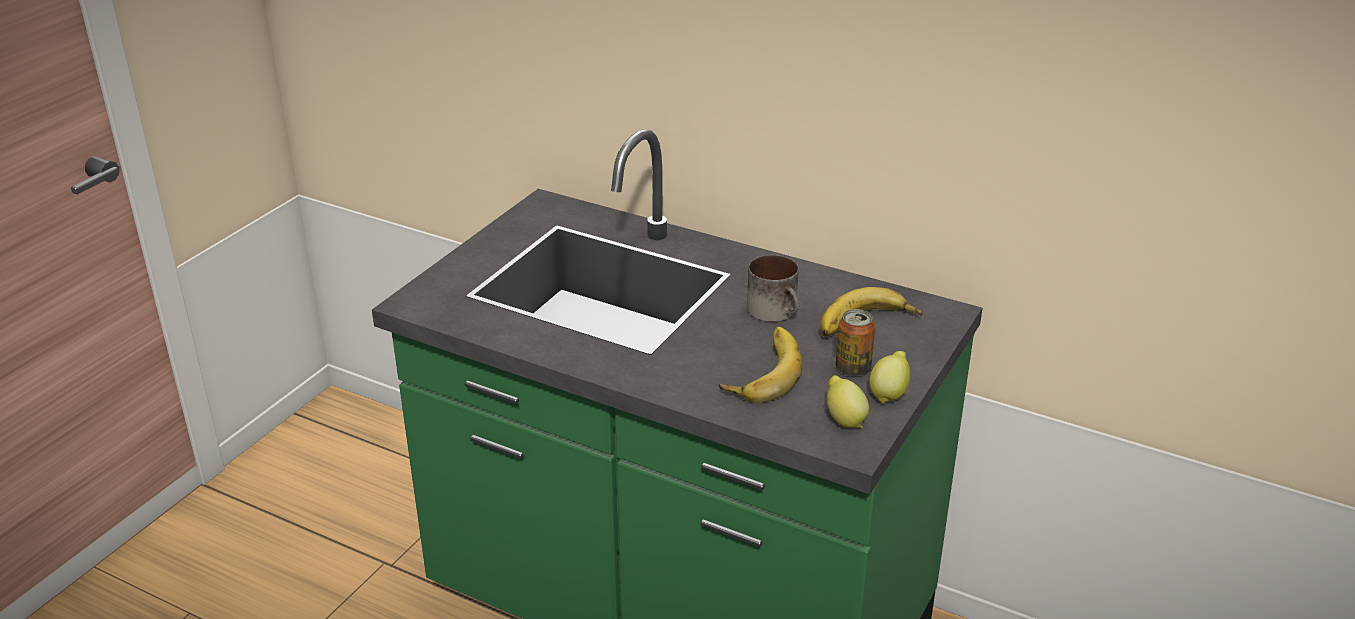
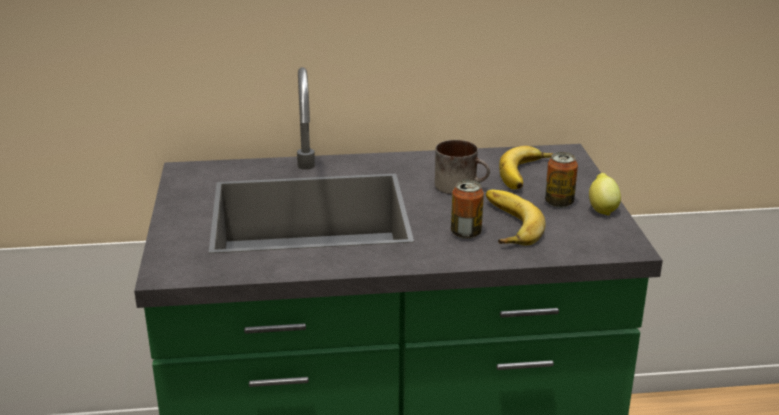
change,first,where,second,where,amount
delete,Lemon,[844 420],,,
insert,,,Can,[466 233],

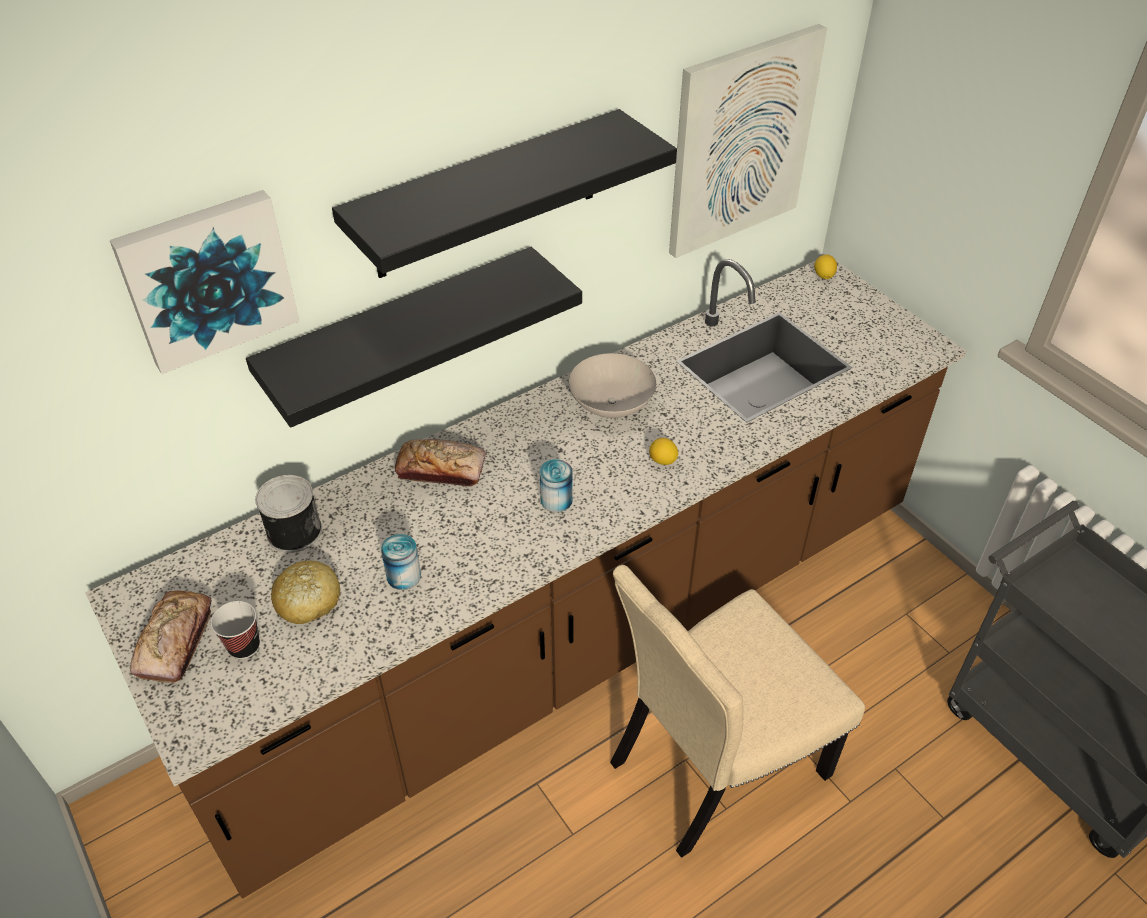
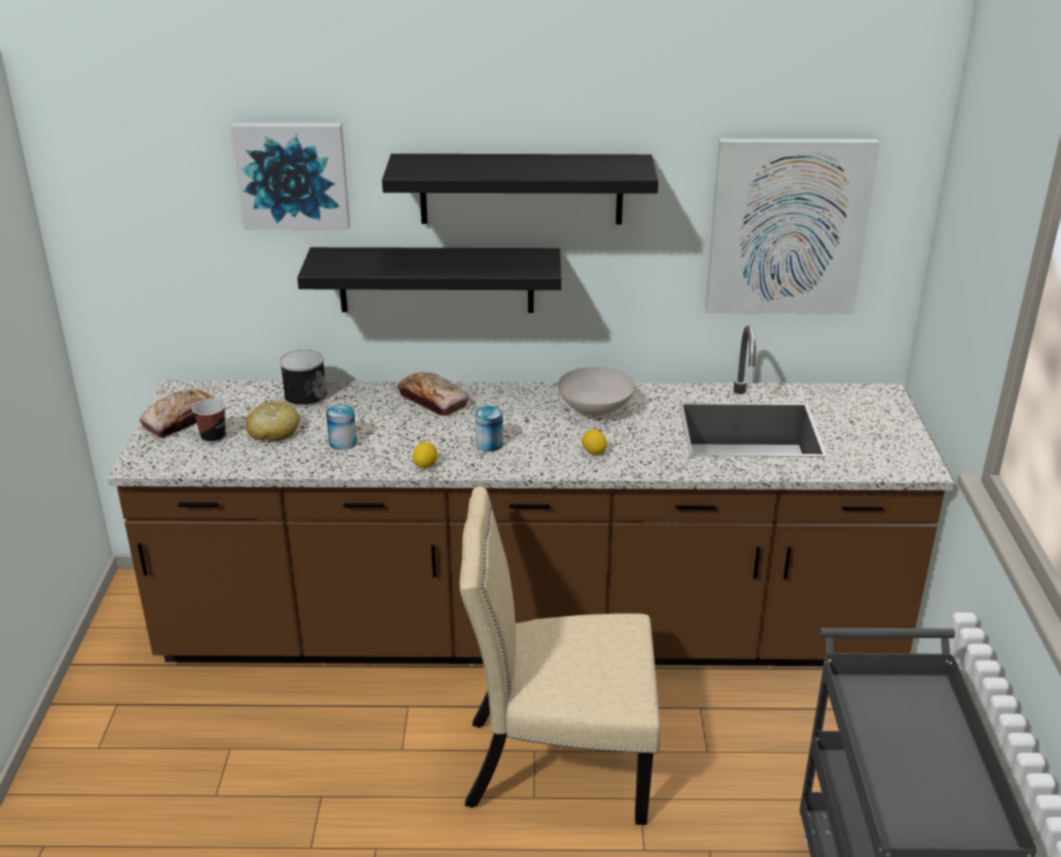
change,first,where,second,where,amount
move,Lemon,[823 276],,[425 465],

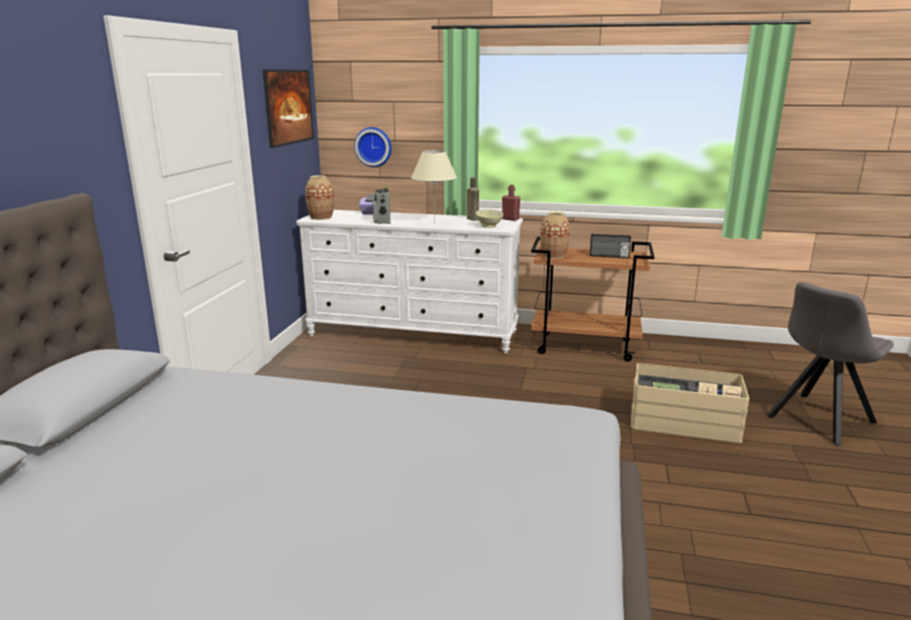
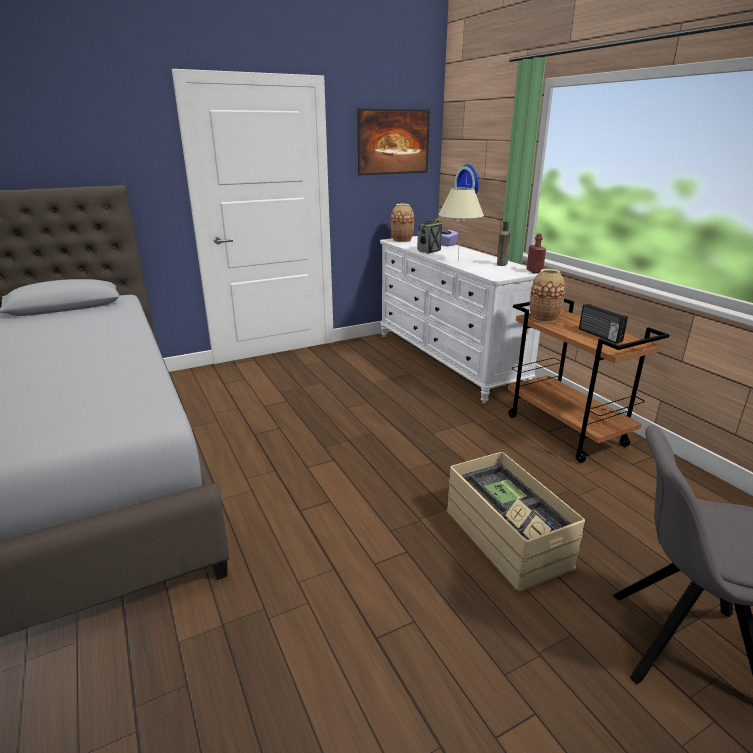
change,first,where,second,where,amount
delete,BeigeBowl,[488 226],,,

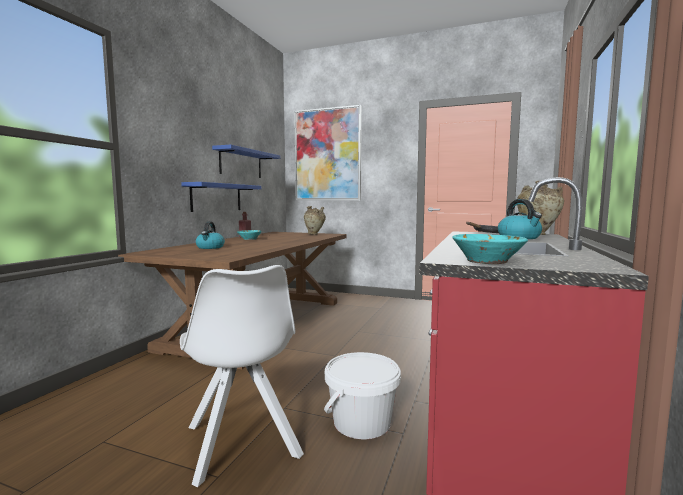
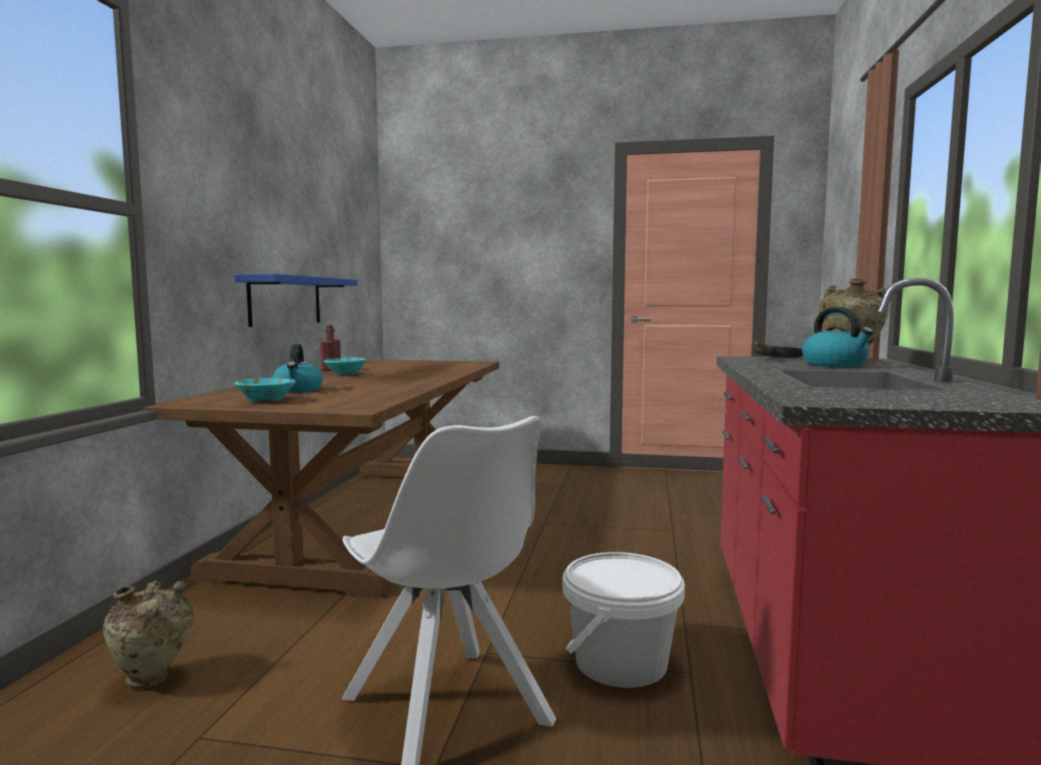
change,first,where,second,where,amount
delete,Picture,[327 155],,,
delete,BlueShelf,[241 163],,,
move,BeigeVase,[314 234],,[153 680],
move,TurquoiseBowl,[488 261],,[267 401],

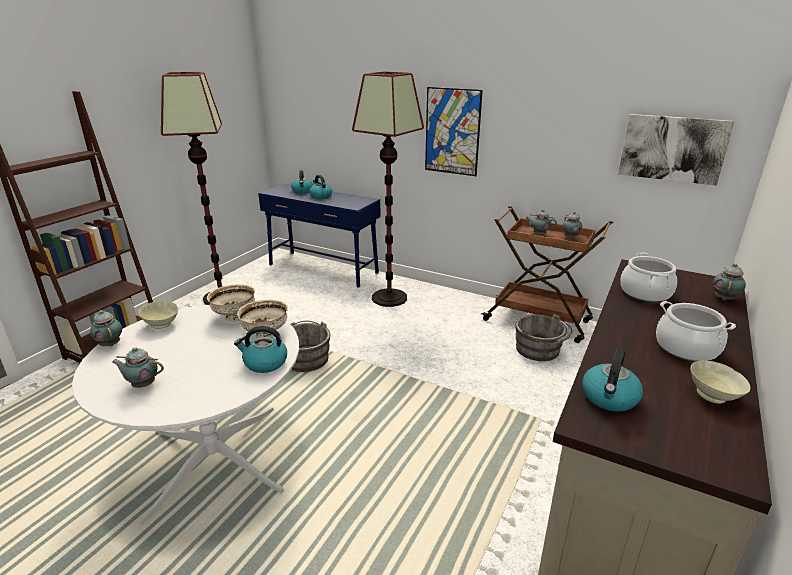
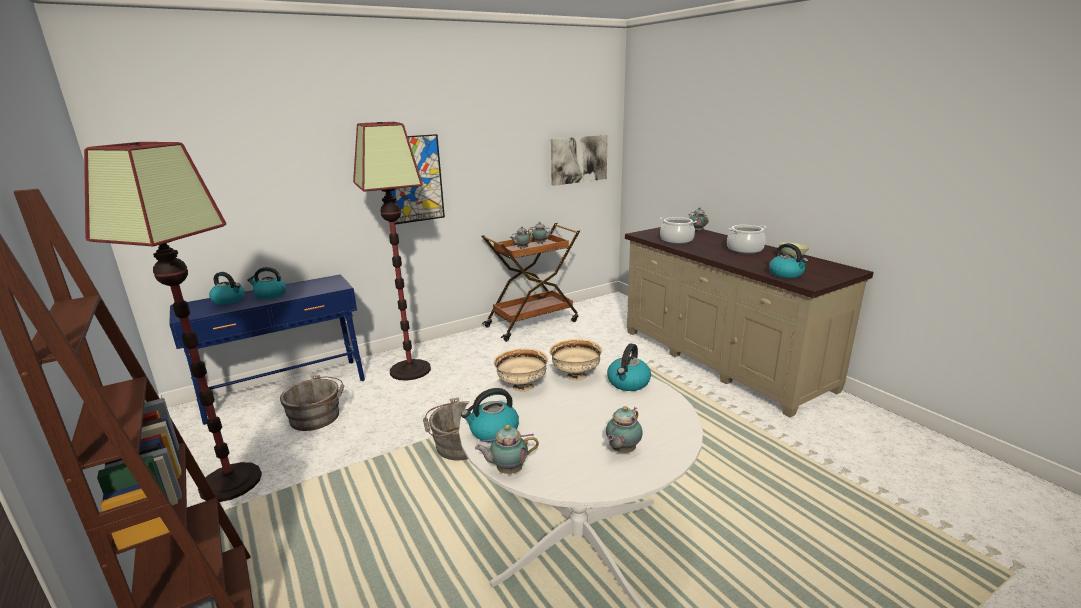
change,first,where,second,where,amount
replace,BeigeBowl,[161 325],Kettle,[493 431],
move,GreyBucket,[539 350],,[318 417],

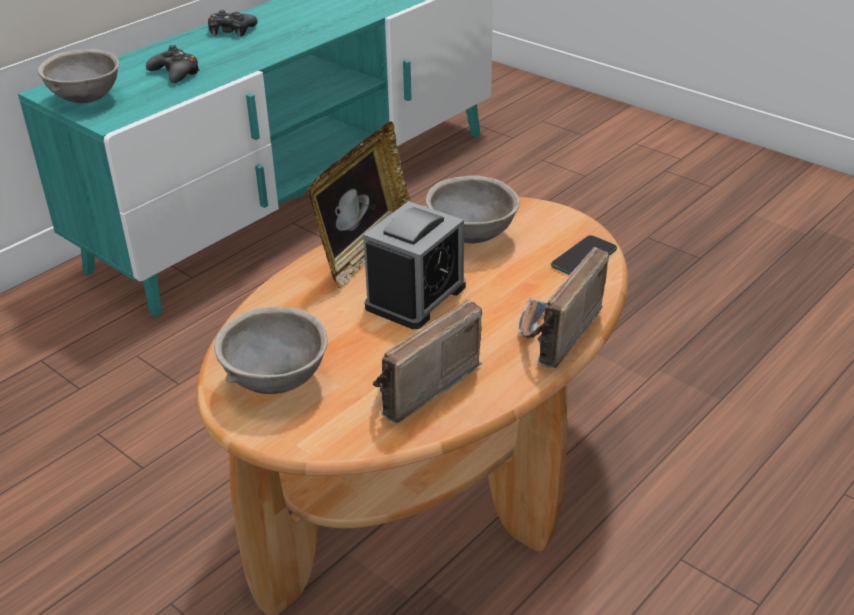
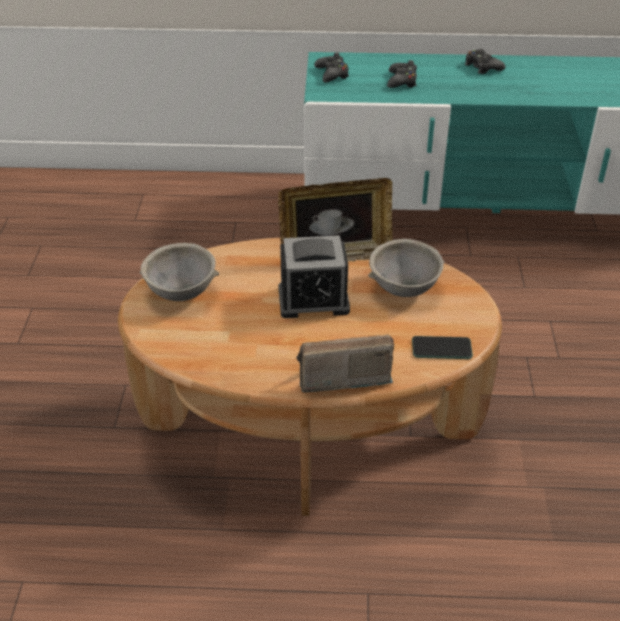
change,first,where,second,where,amount
replace,GreyBowl,[87 100],BlackGameController,[332 74],
delete,Radio,[416 386],,,

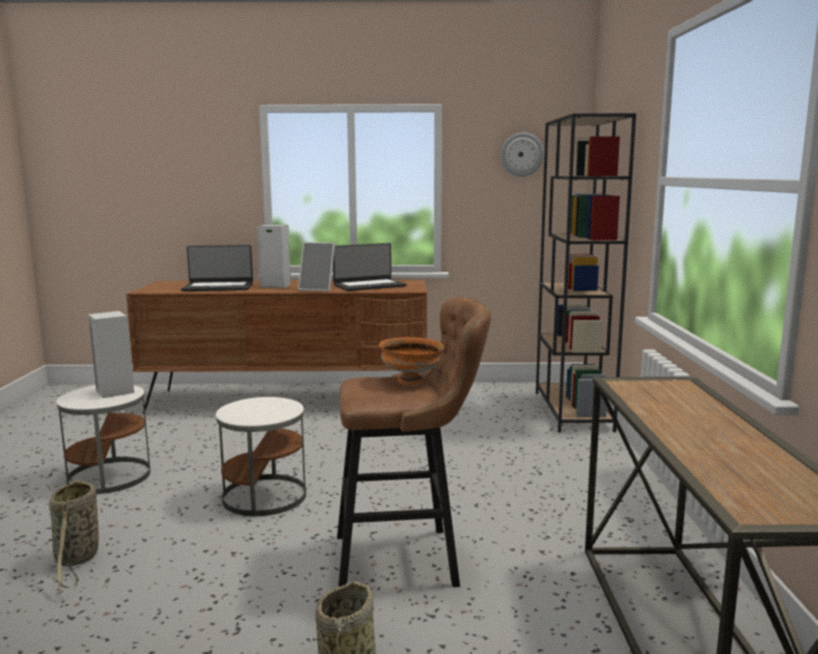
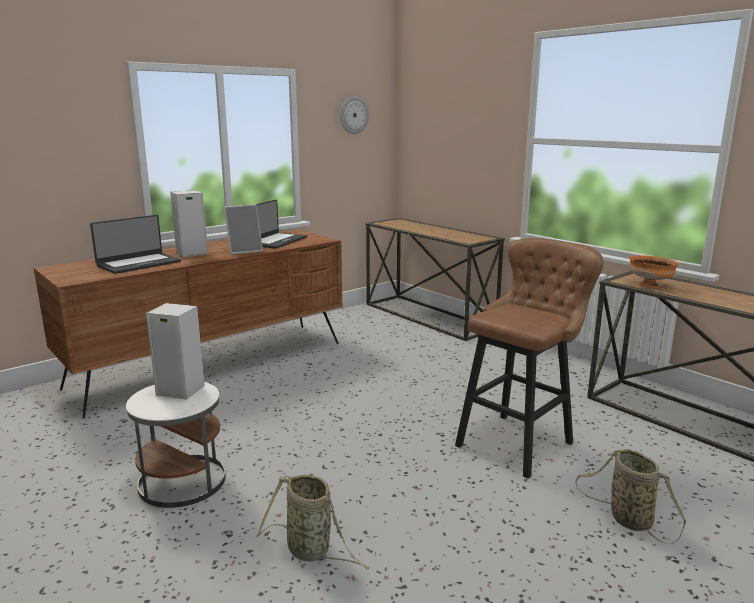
change,first,where,second,where,amount
replace,Bookcase,[573 411],ConsoleTable,[429 316],
move,OrangeBowl,[411 380],,[649 285],
delete,WhiteSideTable,[265 496],,,

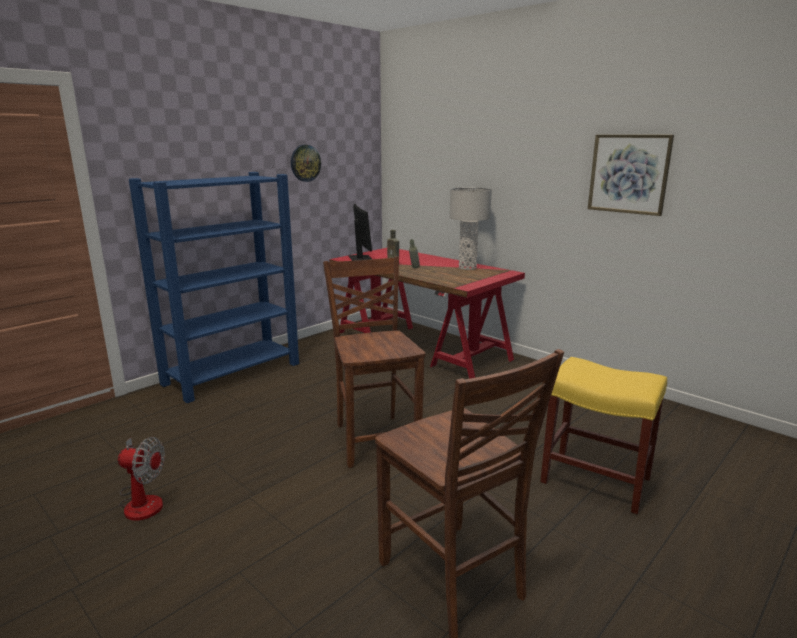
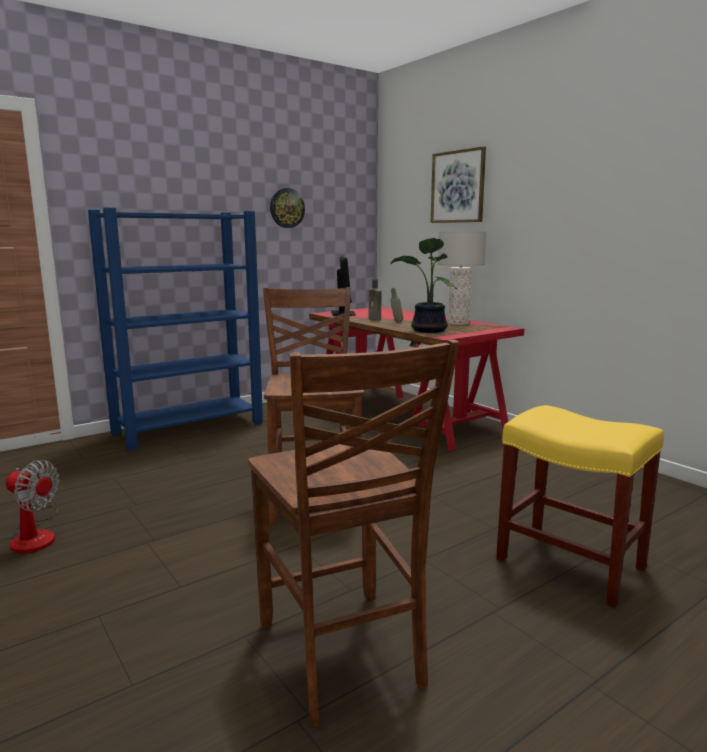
change,first,where,second,where,amount
move,Picture,[628 174],,[458 187],
insert,,,PottedPlant,[427 330],

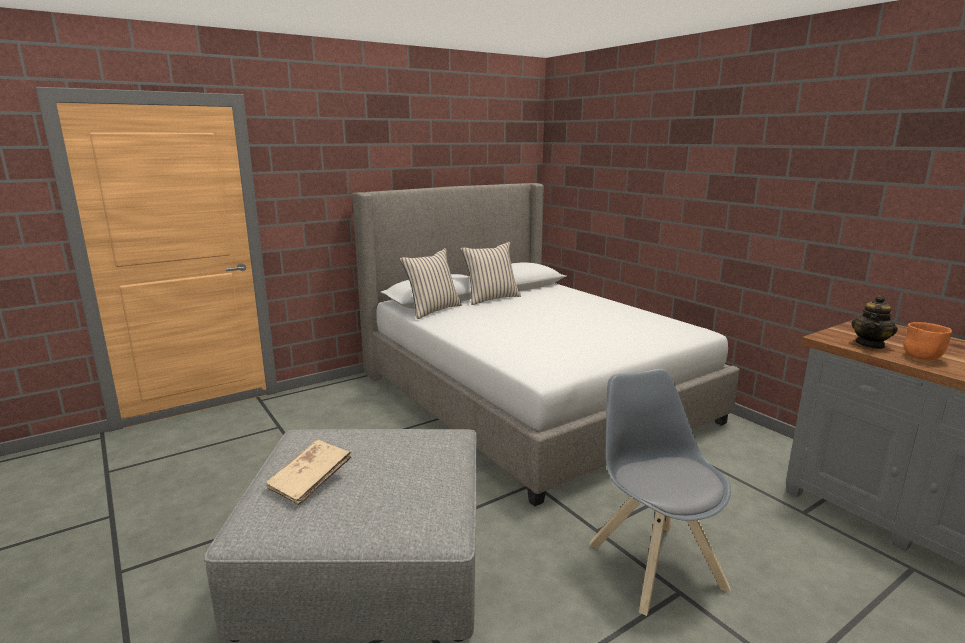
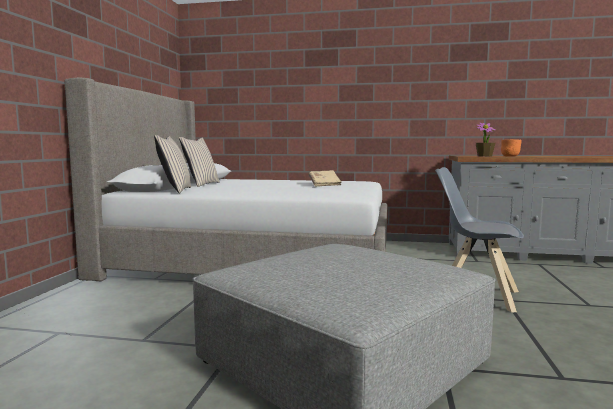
change,first,where,second,where,amount
replace,Teapot,[870 344],PottedPlant,[484 156],
move,BeigeBook,[310 482],,[324 185],

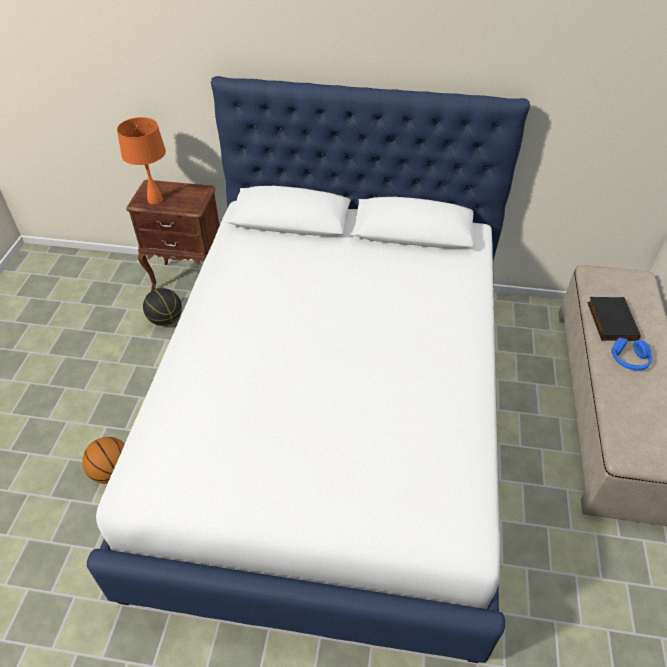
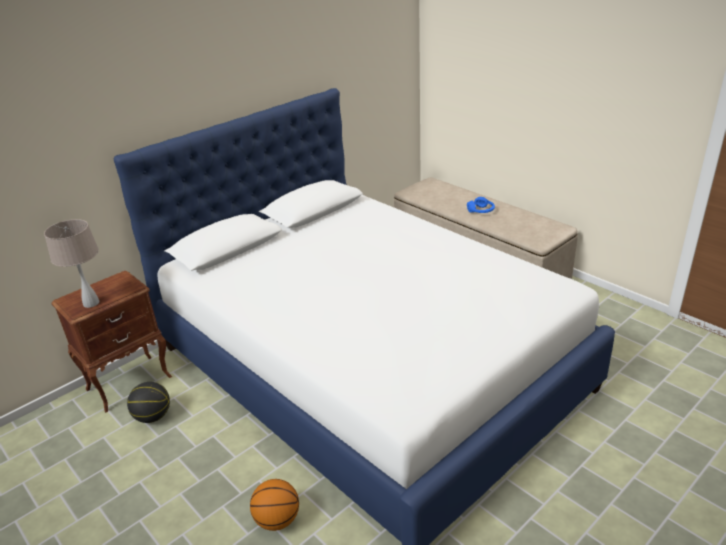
change,first,where,second,where,amount
recolor,OrangeTableLamp,[154 200],BeigeTableLamp,[90 303],
delete,BlackBook,[610 321],,,

